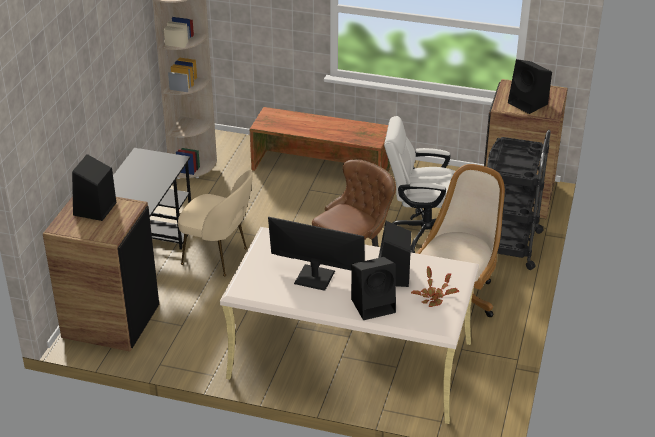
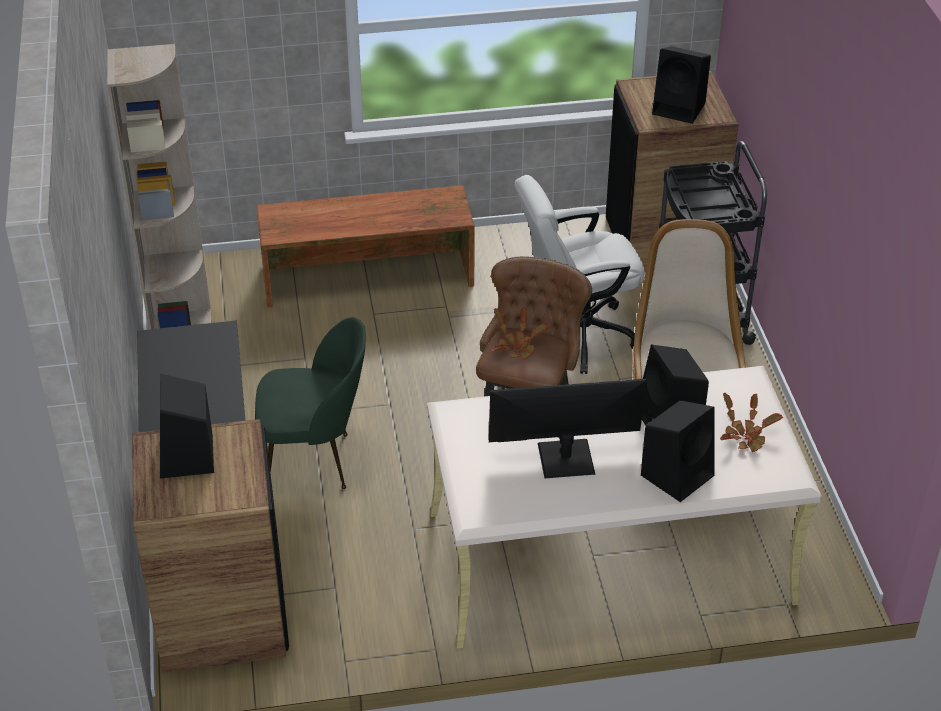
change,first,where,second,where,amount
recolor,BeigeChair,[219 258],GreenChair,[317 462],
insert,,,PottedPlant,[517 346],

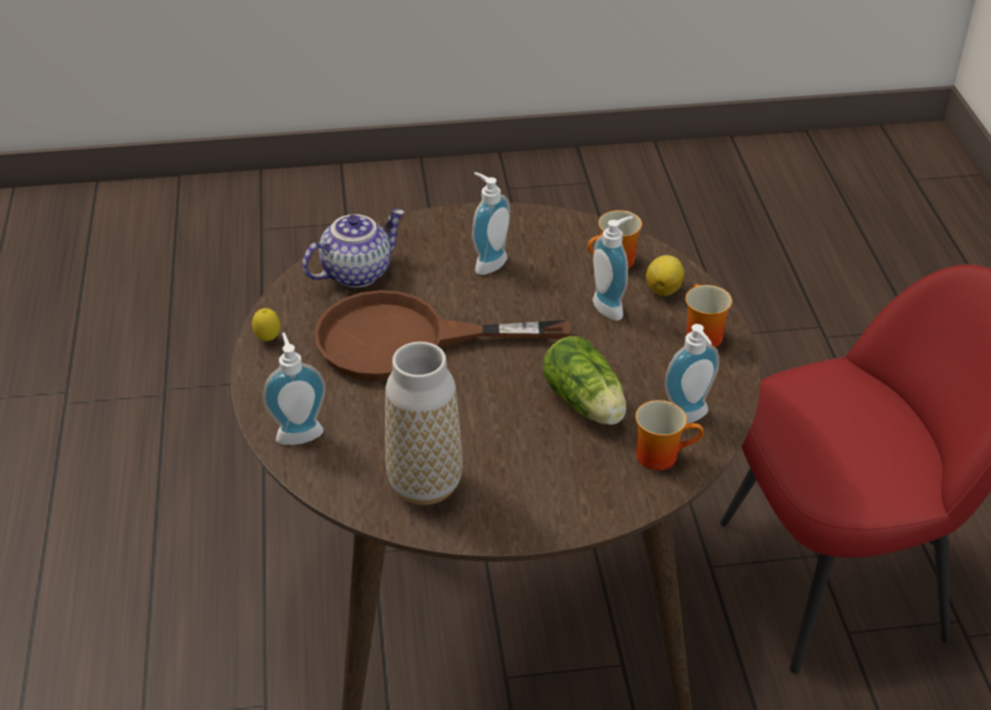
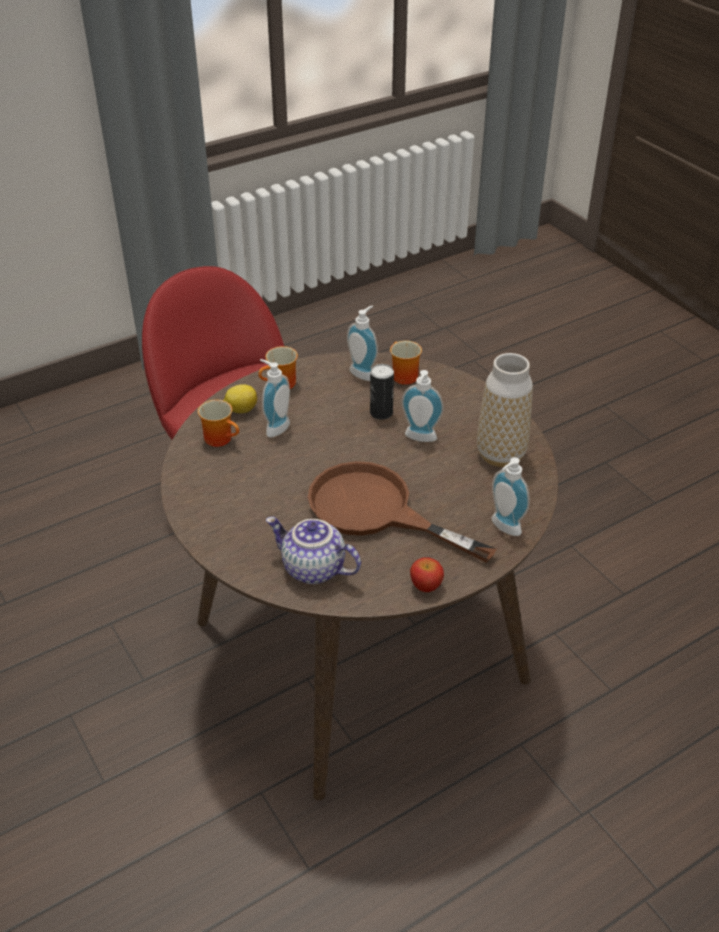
change,first,where,second,where,amount
move,SoapDispenser,[487 262],,[419 439],
rotate,BrownFryingPan,[406 341],,[376 511],150 degrees clockwise
replace,Lemon,[268 340],Apple,[426 586],
replace,Lettuce,[586 405],Can,[381 413],

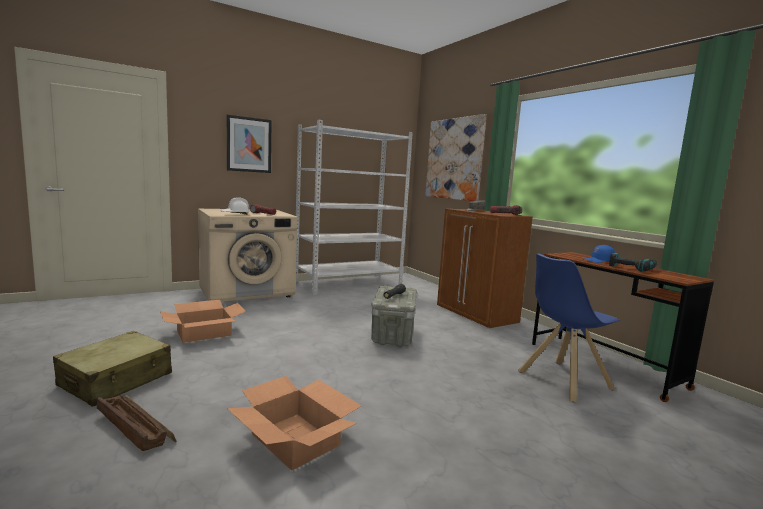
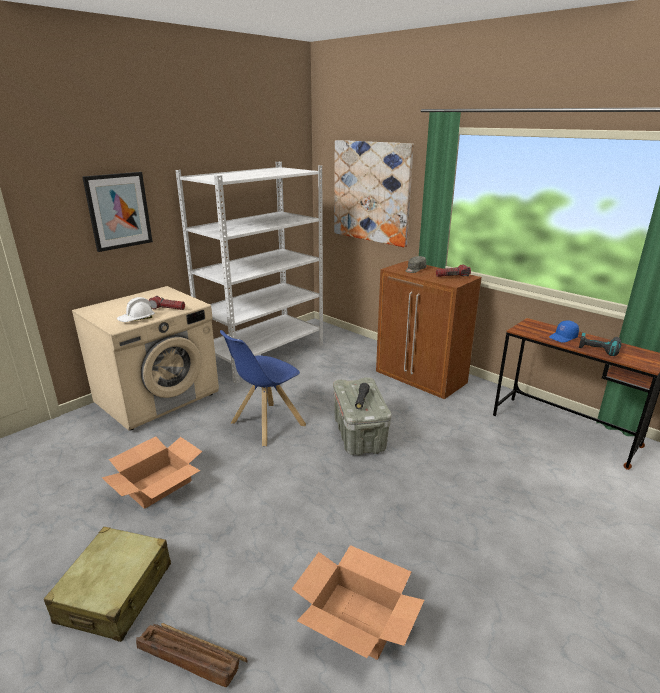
change,first,where,second,where,amount
move,BlueChair,[562 380],,[266 424],

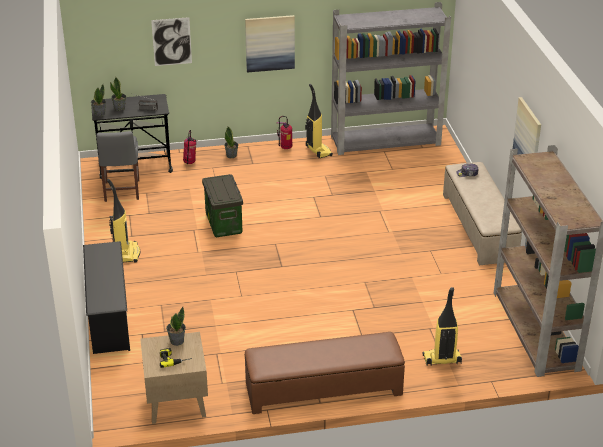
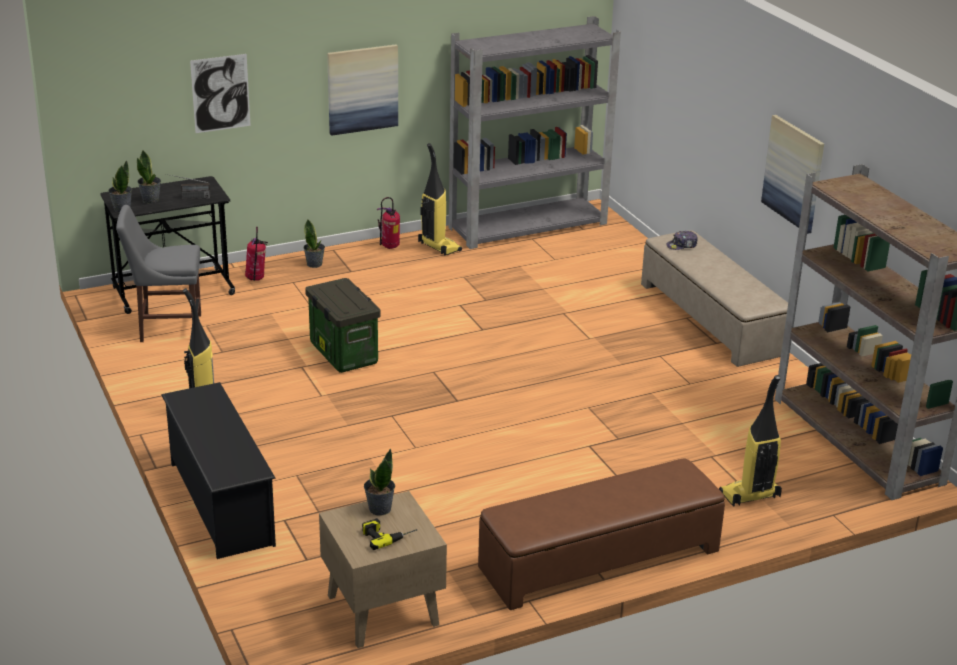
change,first,where,second,where,amount
rotate,GreyChair,[121 192],,[167 328],105 degrees clockwise

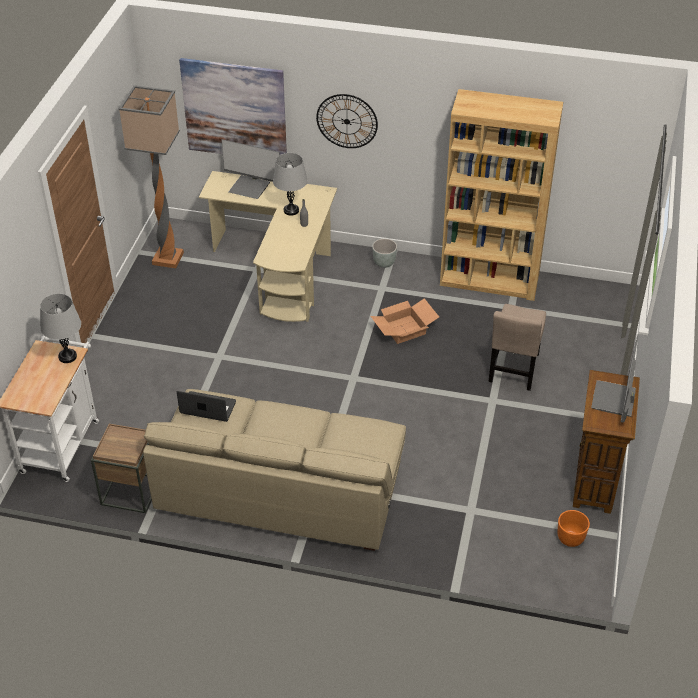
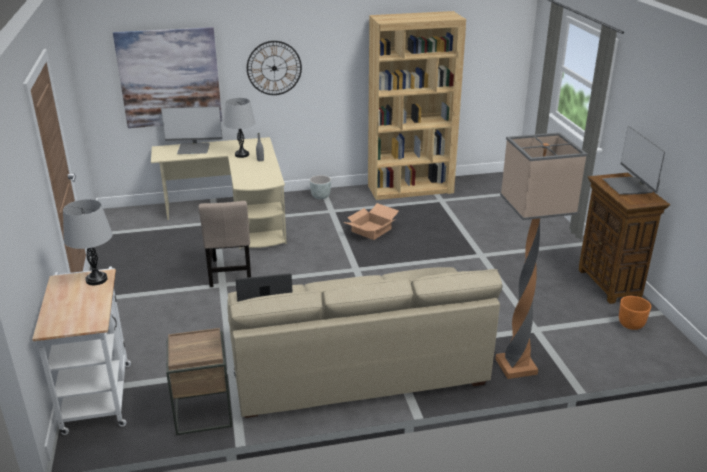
change,first,where,second,where,amount
move,FloorLamp,[167 259],,[515 367],
move,BeigeChair,[514 370],,[230 274],

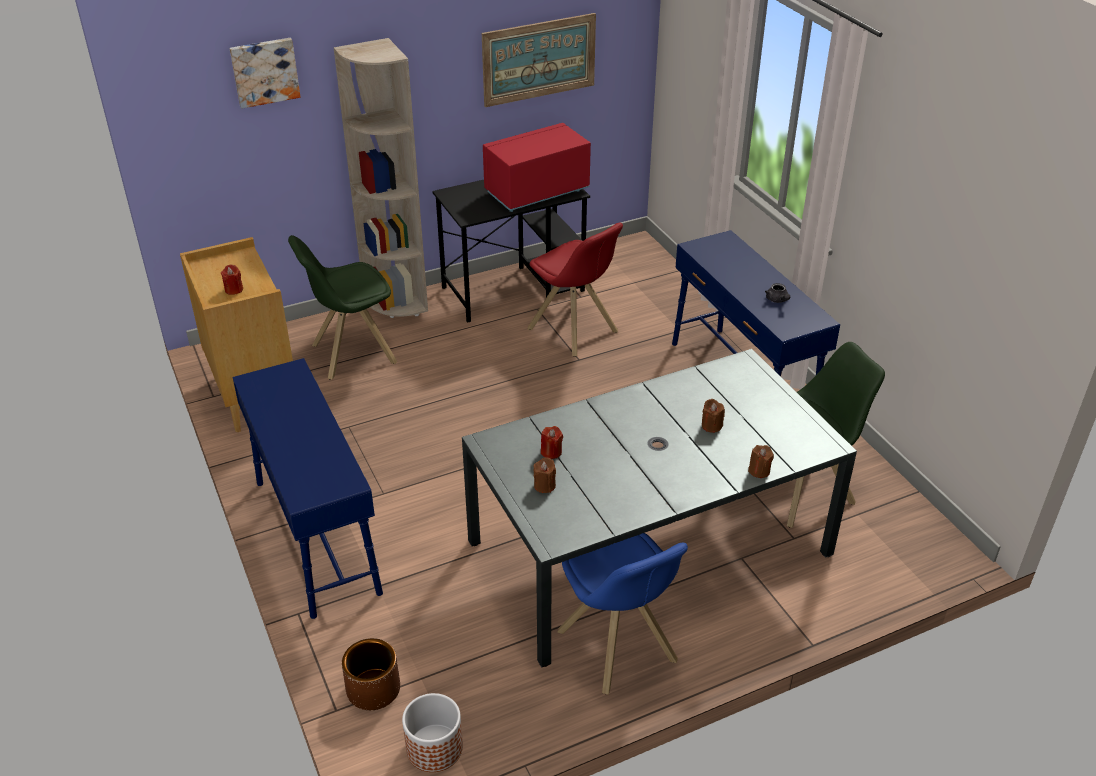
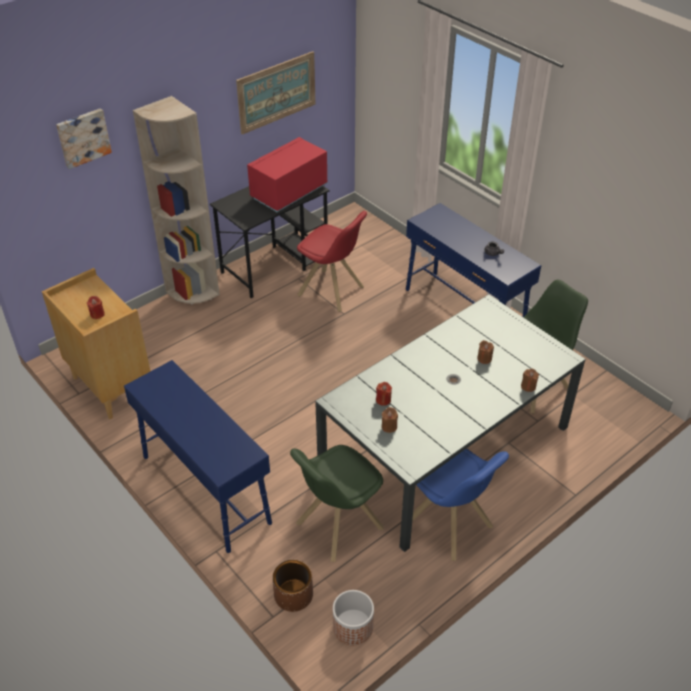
change,first,where,second,where,amount
move,GreenChair,[353 353],,[338 525],

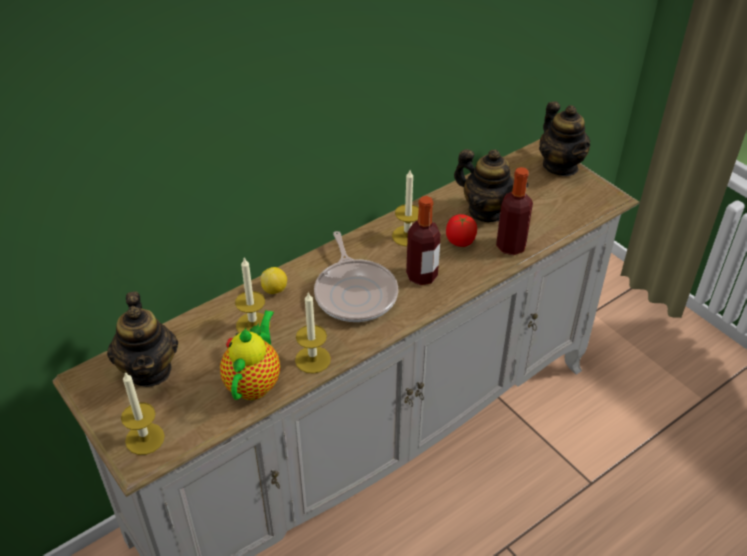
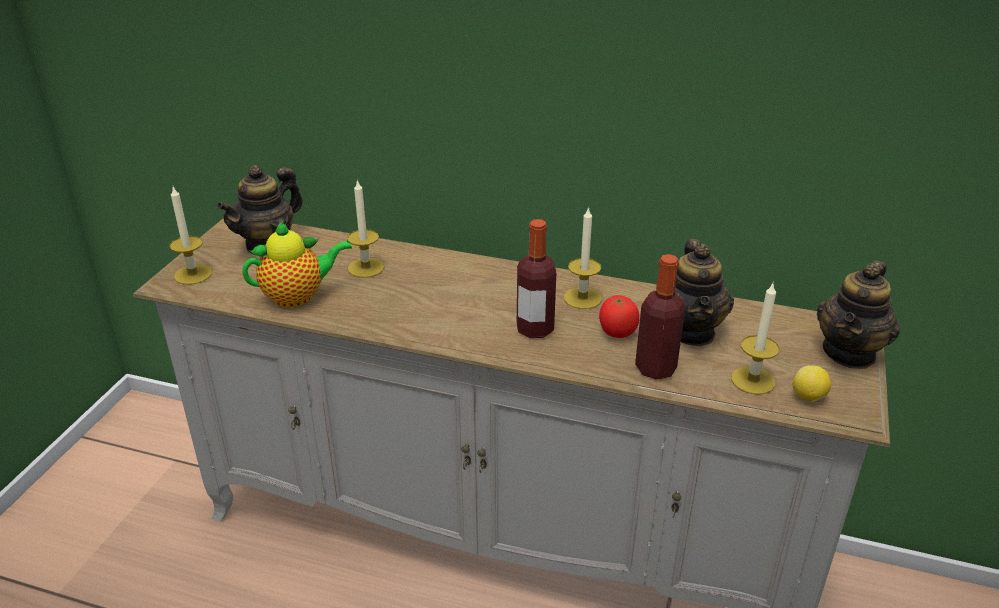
change,first,where,second,where,amount
delete,FryingPan,[355 292],,,
move,Lemon,[275 290],,[808 397],
move,Candle,[312 359],,[753 380],

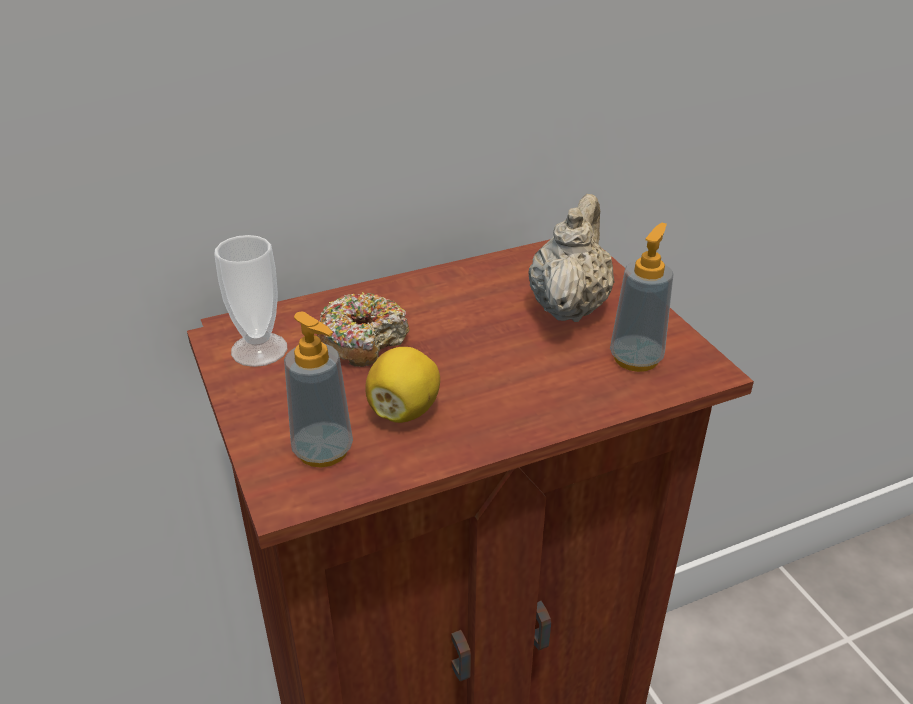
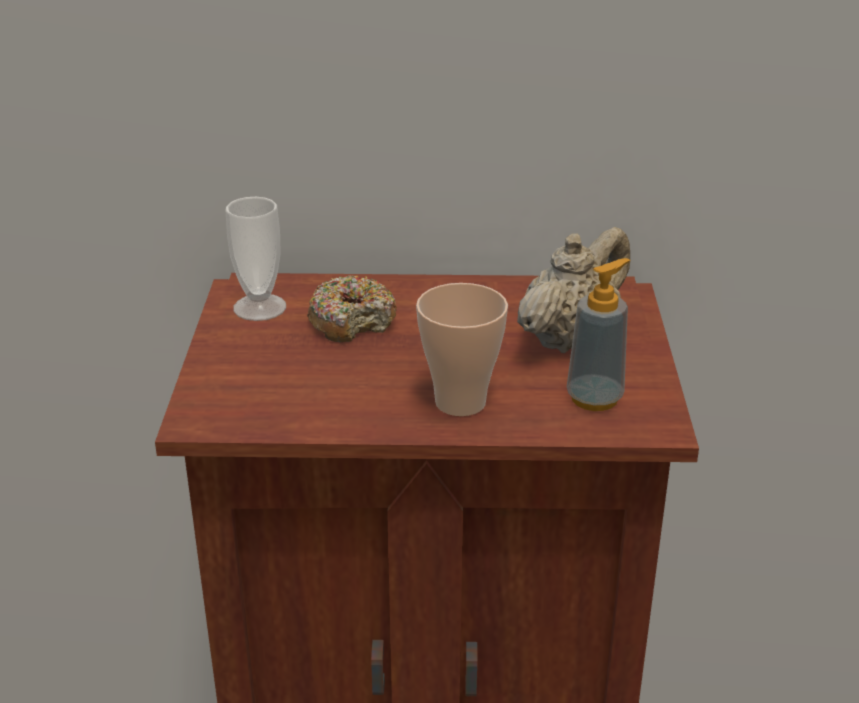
change,first,where,second,where,amount
delete,SoapDispenser,[323 450],,,
delete,Lemon,[404 410],,,
insert,,,Cup,[460 402],

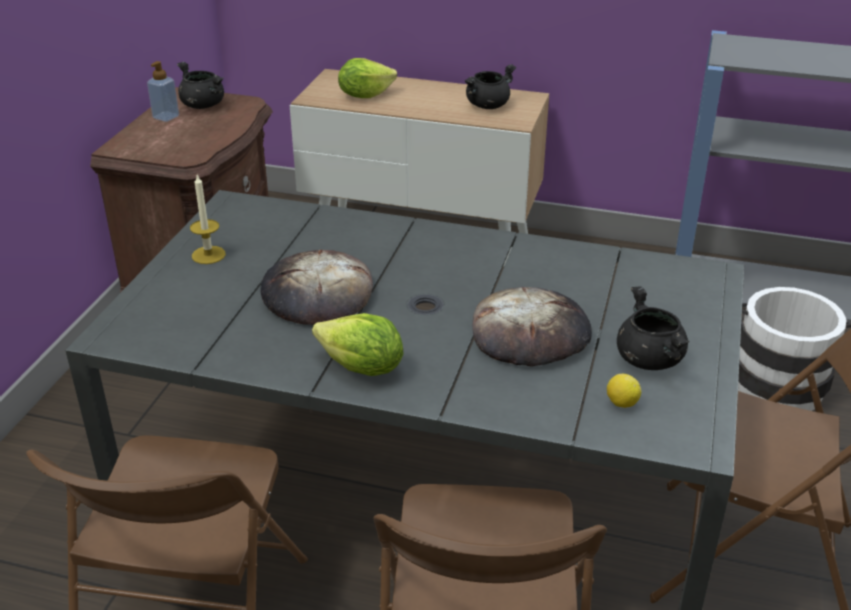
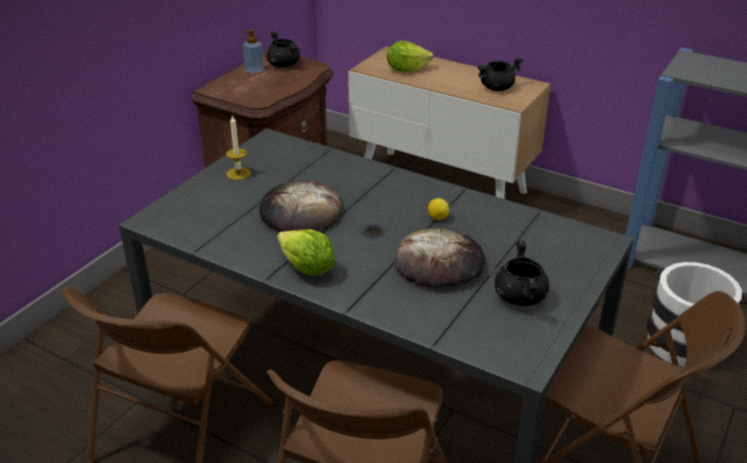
change,first,where,second,where,amount
move,Lemon,[621 403],,[438 217],

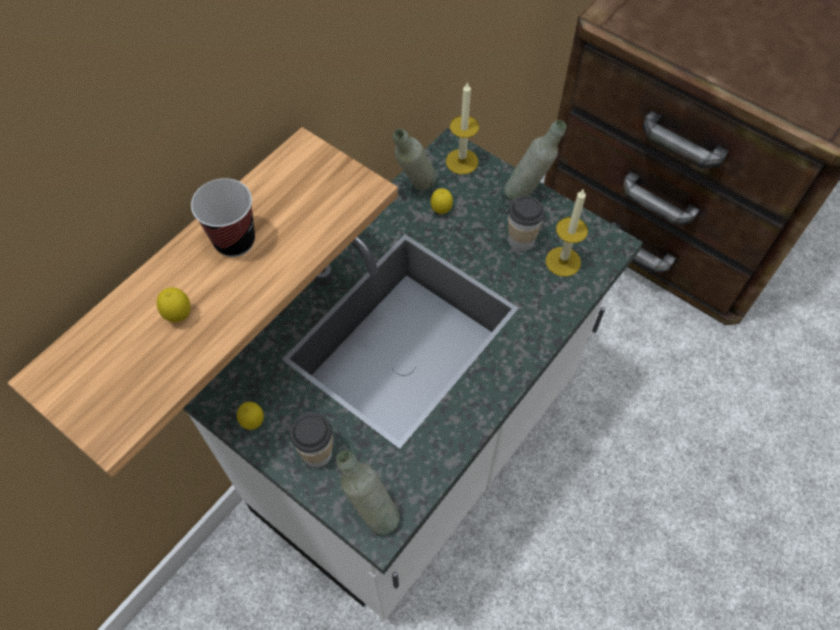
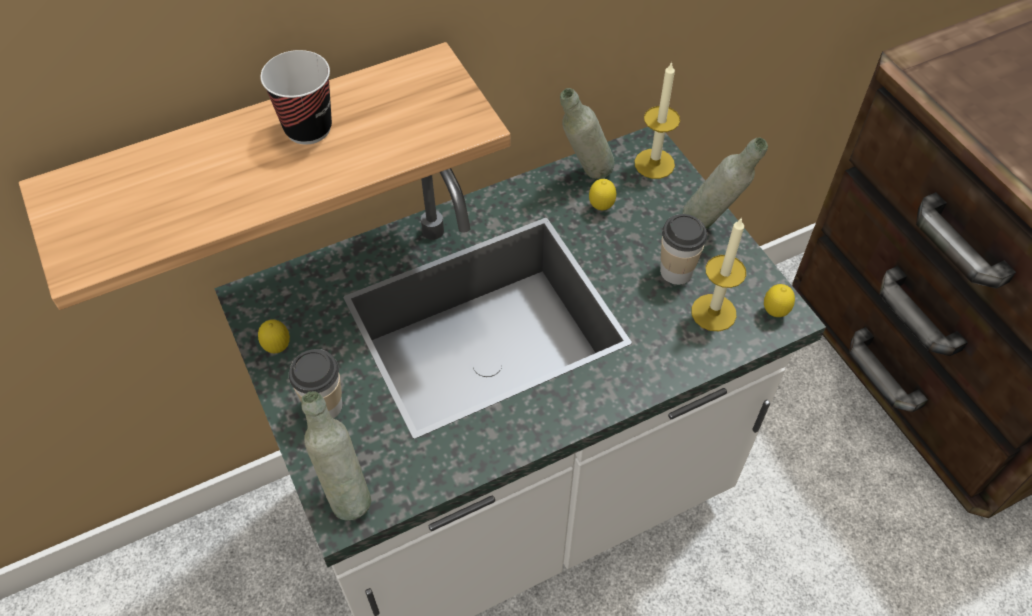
change,first,where,second,where,amount
move,Lemon,[179 316],,[774 313],

